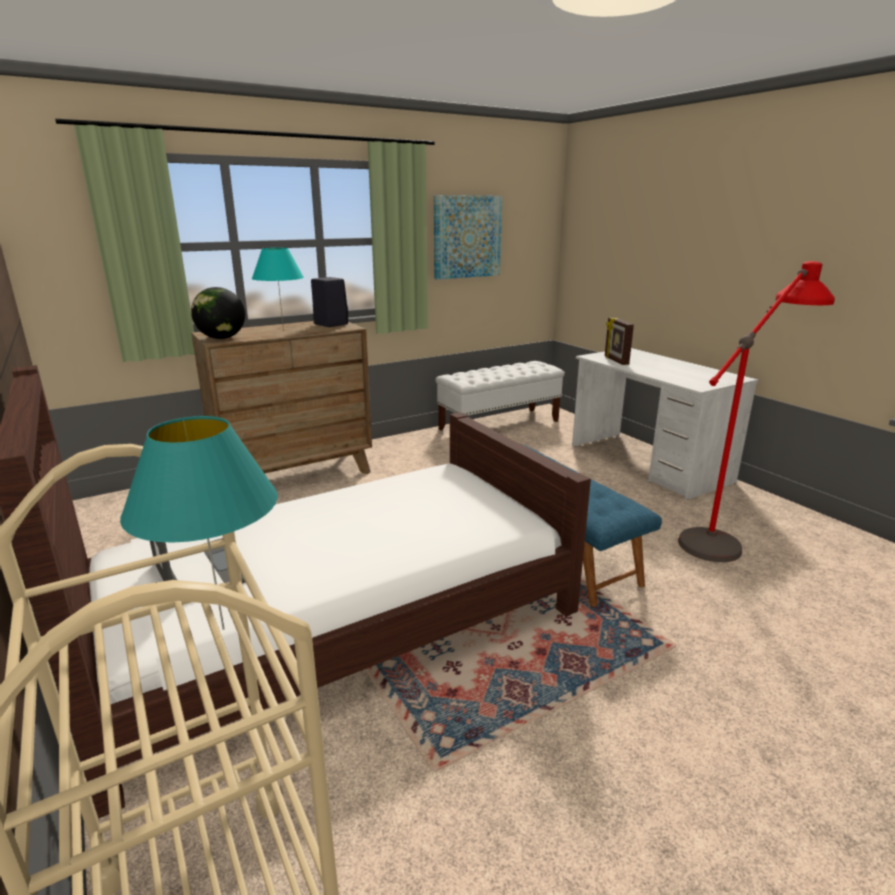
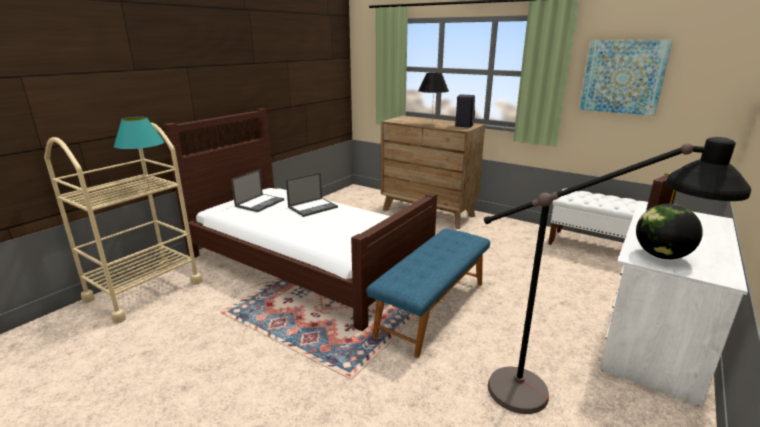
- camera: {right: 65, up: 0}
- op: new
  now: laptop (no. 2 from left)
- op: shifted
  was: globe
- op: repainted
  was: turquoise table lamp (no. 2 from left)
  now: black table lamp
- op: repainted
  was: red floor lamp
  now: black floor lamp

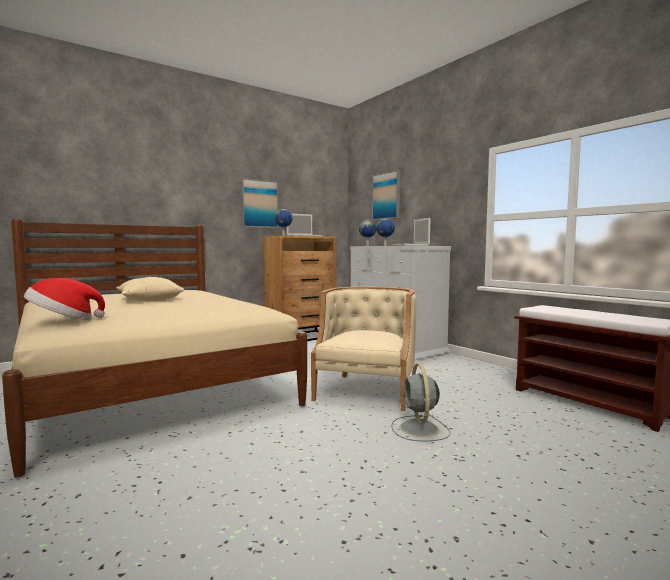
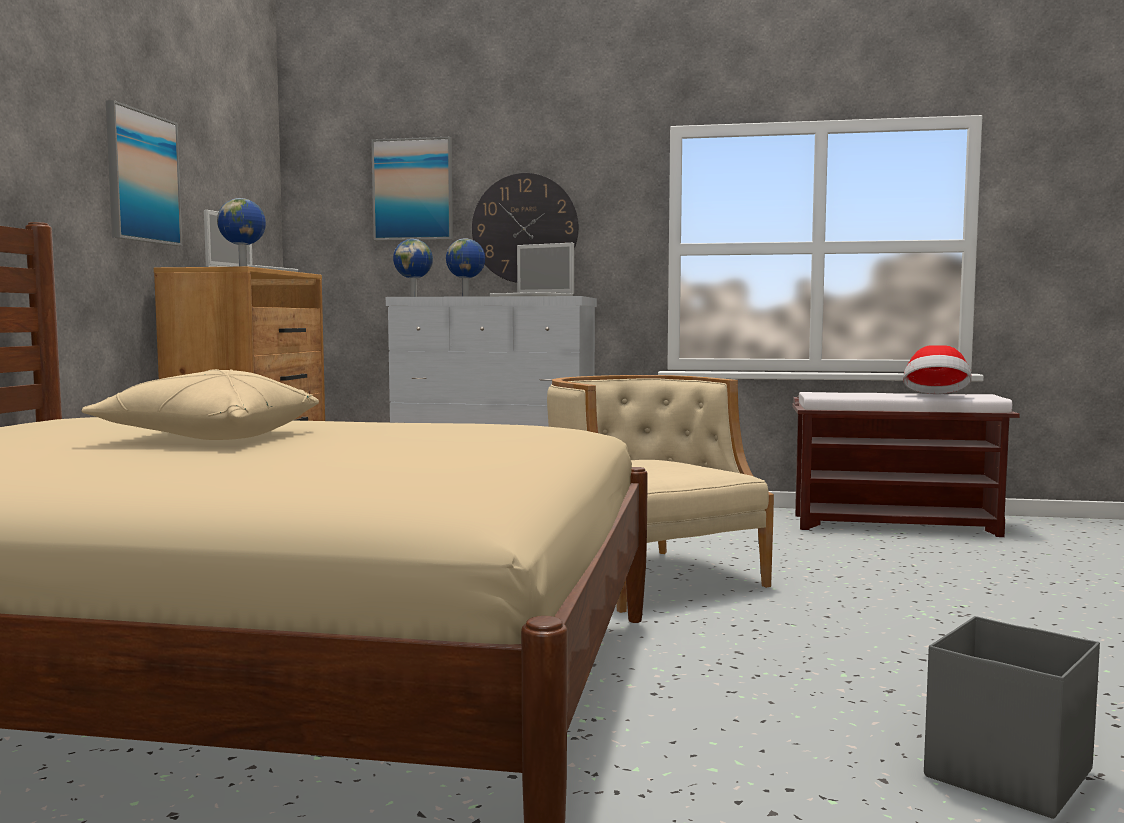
- camera: {right: -45, up: 0}
- op: gone
  was: grey fan
- op: new
  now: wall clock
- op: new
  now: grey storage box
- op: shifted
  was: hat

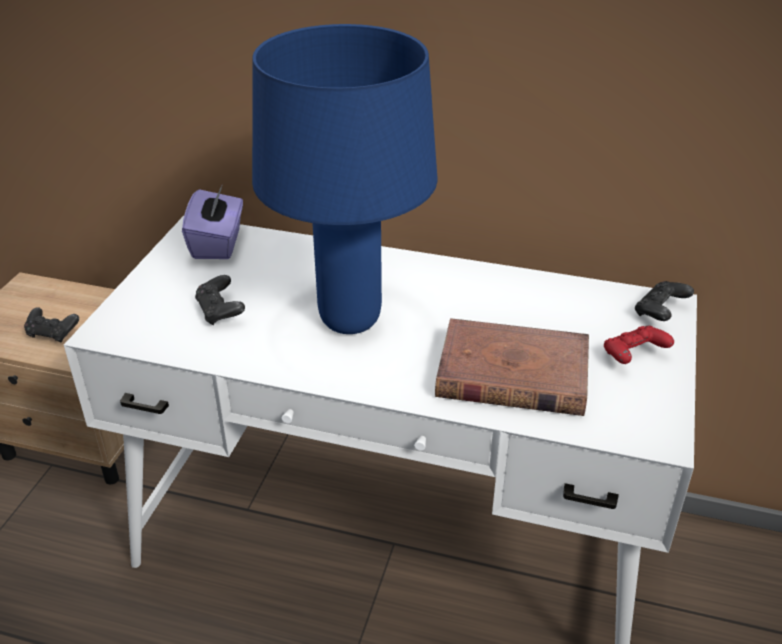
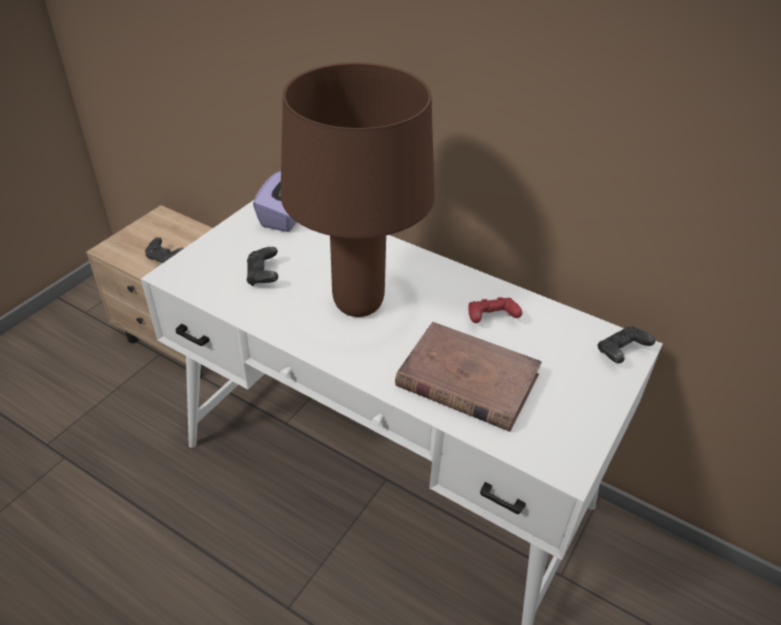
- camera: {right: 15, up: 5}
- op: shifted
  was: red game controller
- op: repainted
  was: blue table lamp
  now: brown table lamp

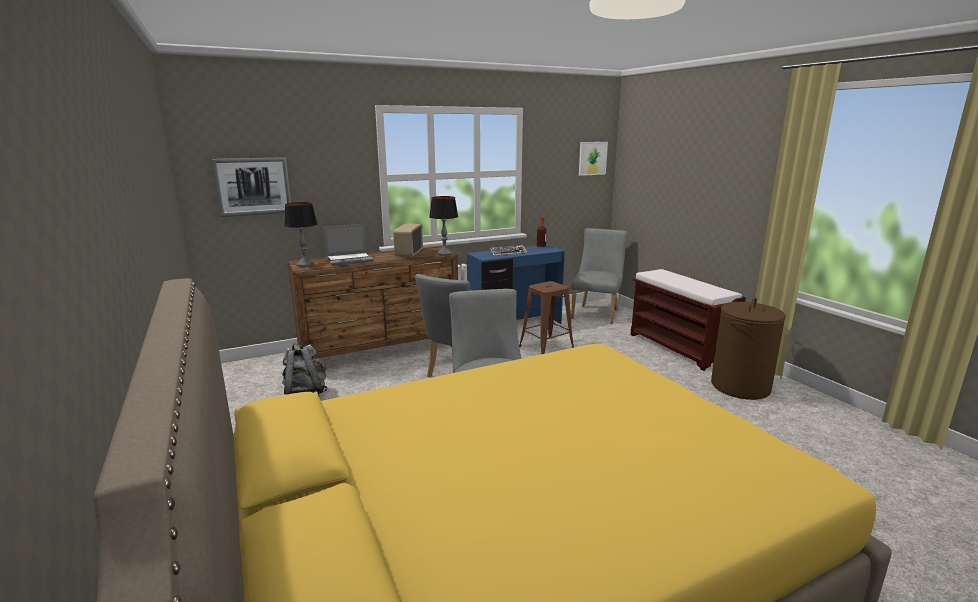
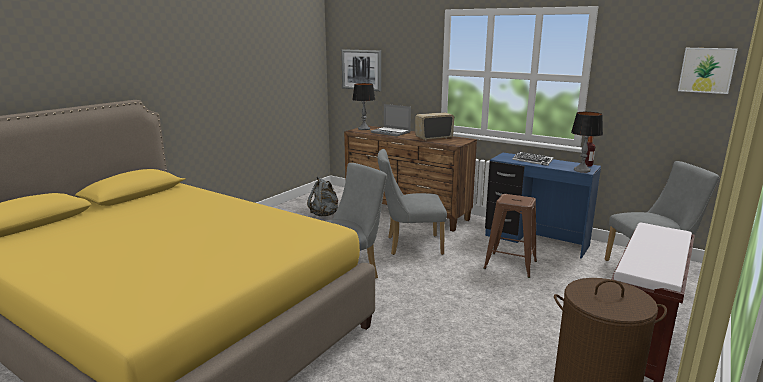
- camera: {right: 60, up: 0}
- op: shifted
  was: table lamp (no. 2 from left)

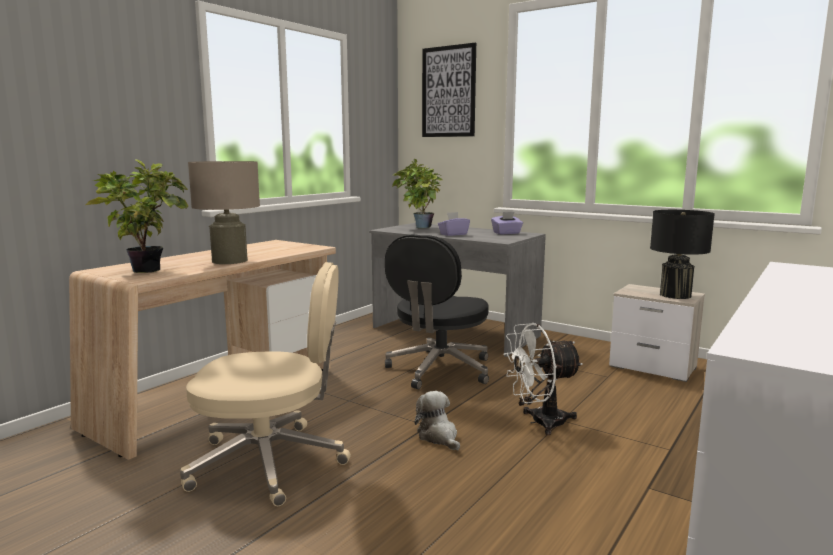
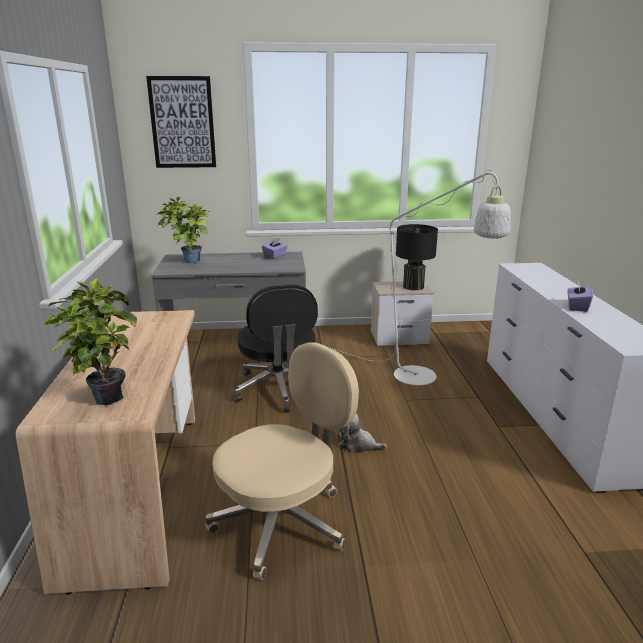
- camera: {right: -40, up: 10}
- op: gone
  was: beige table lamp
- op: gone
  was: white fan
- op: new
  now: white floor lamp
- op: shifted
  was: purple tissue box (no. 1 from left in the first image)
  now: purple tissue box (no. 2 from left)

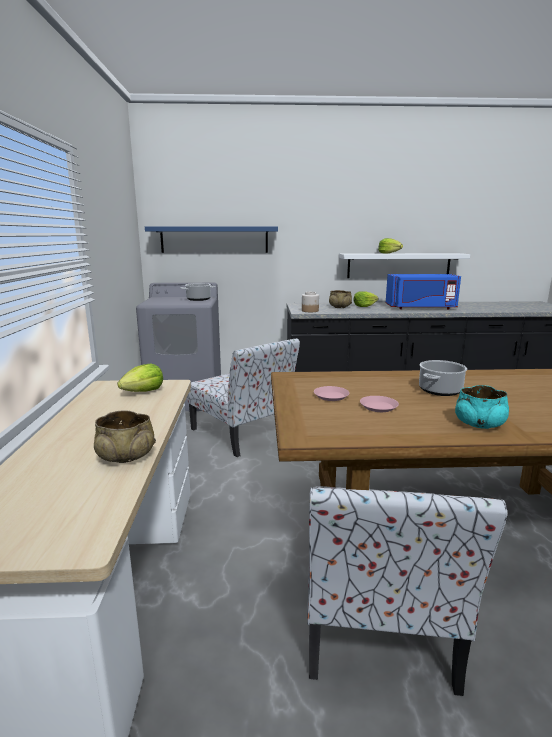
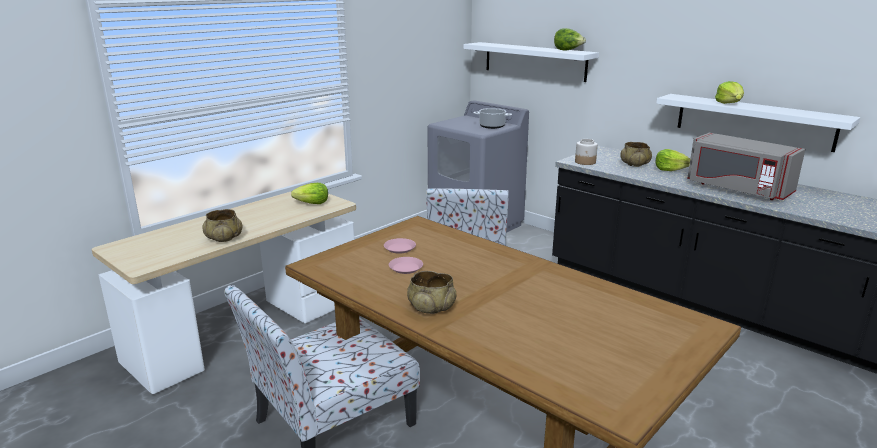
- camera: {right: 45, up: 5}
- op: gone
  was: cooking pot (no. 2 from left)
- op: new
  now: lettuce (no. 2 from left)
- op: repainted
  was: blue shelf
  now: white shelf (no. 1 from left)
- op: repainted
  was: blue microwave
  now: grey microwave
- op: repainted
  was: turquoise bowl
  now: beige bowl (no. 2 from left)

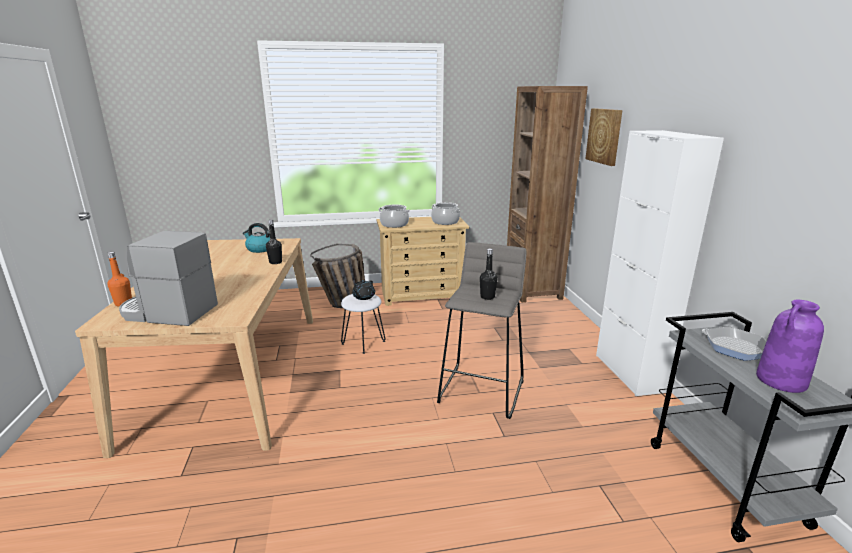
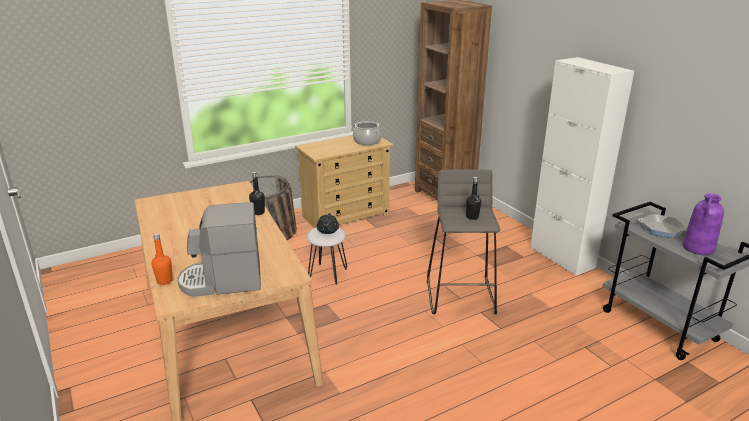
- camera: {right: -20, up: 5}
- op: gone
  was: kettle
- op: gone
  was: cooking pot (no. 1 from left)
- op: gone
  was: picture

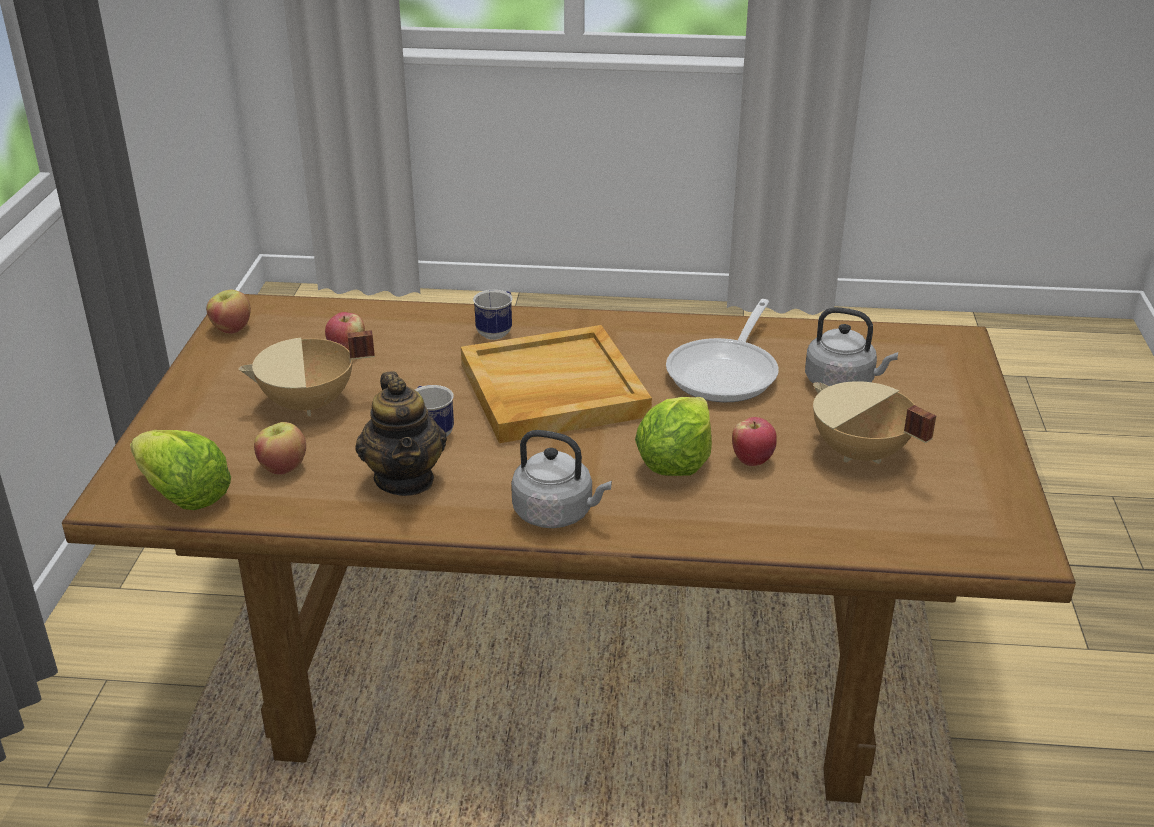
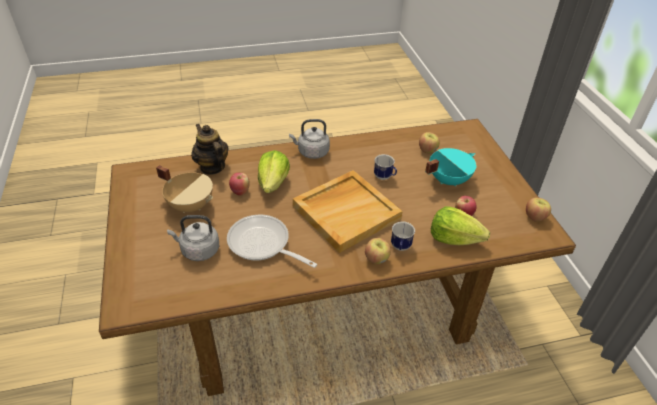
- camera: {right: 160, up: 10}
- op: new
  now: apple (no. 2 from left)
- op: shifted
  was: lettuce (no. 1 from left in the first image)
  now: lettuce (no. 2 from left)
- op: shifted
  was: teapot
- op: repainted
  was: beige cooking pot (no. 1 from left)
  now: turquoise cooking pot
- op: rotated
  was: frying pan
  clockwise: -60

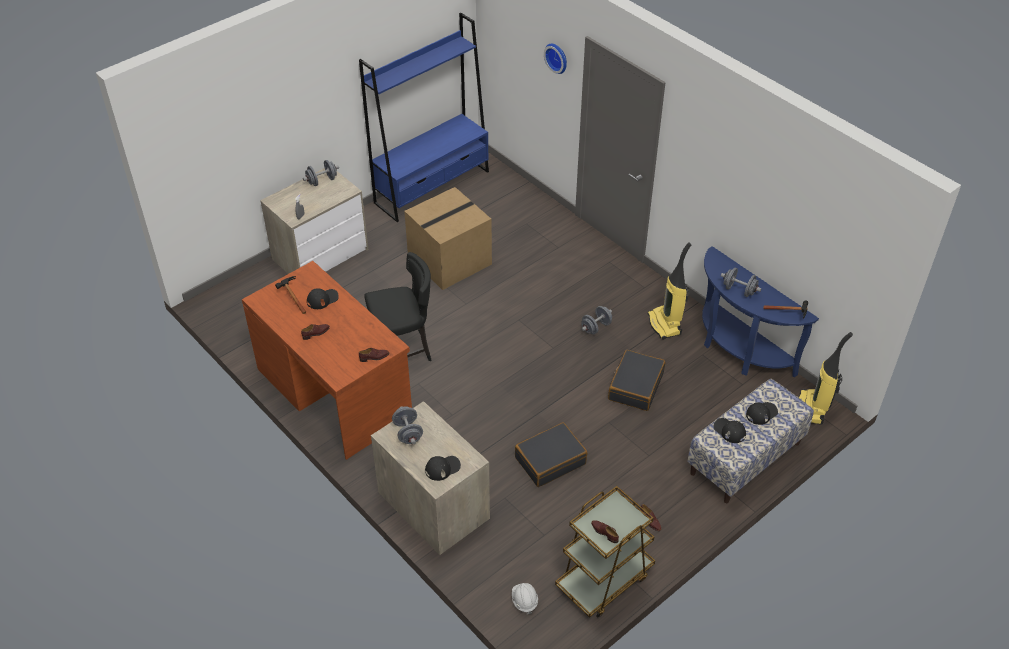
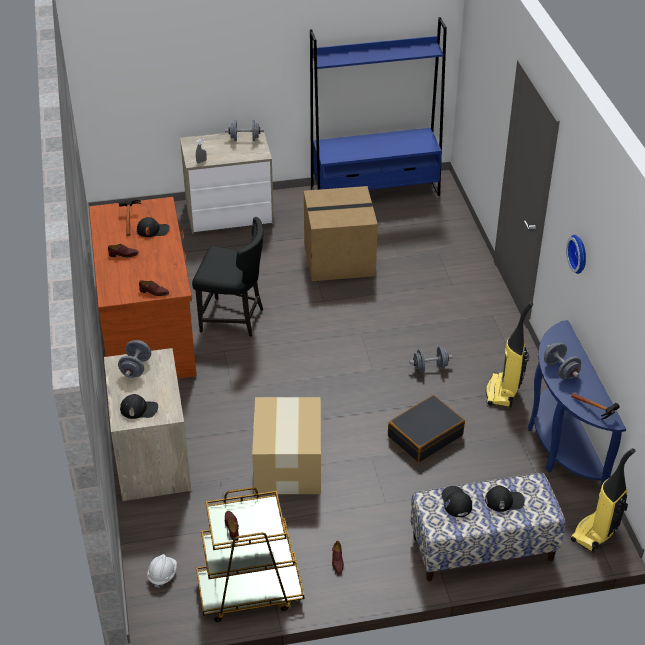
- camera: {right: 30, up: -5}
- op: shifted
  was: wall clock
- op: swapped
  was: black suitcase (no. 1 from left)
  now: cardboard box (no. 1 from left)

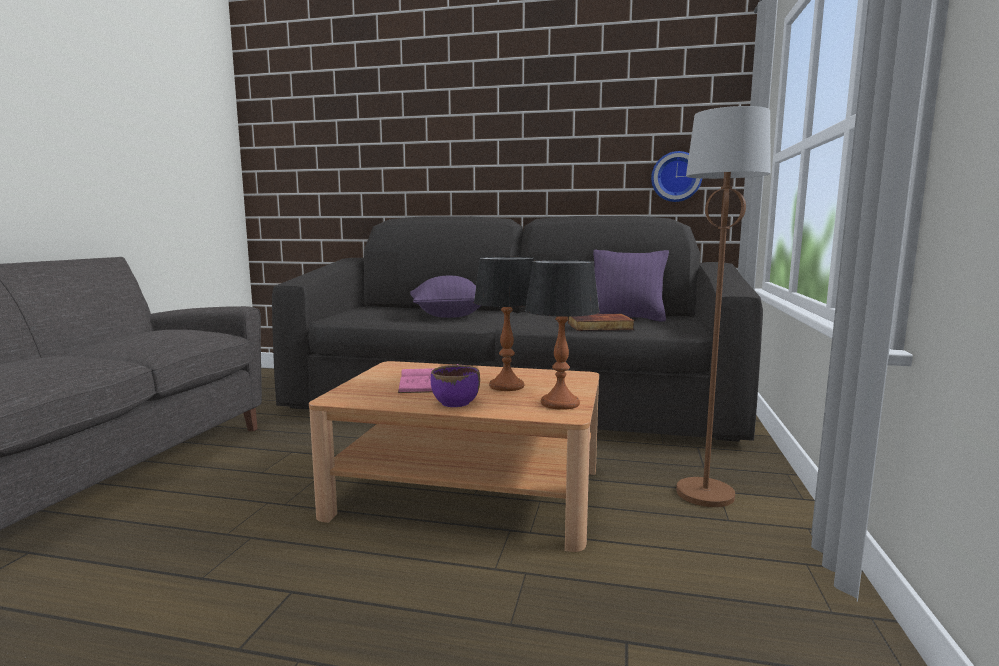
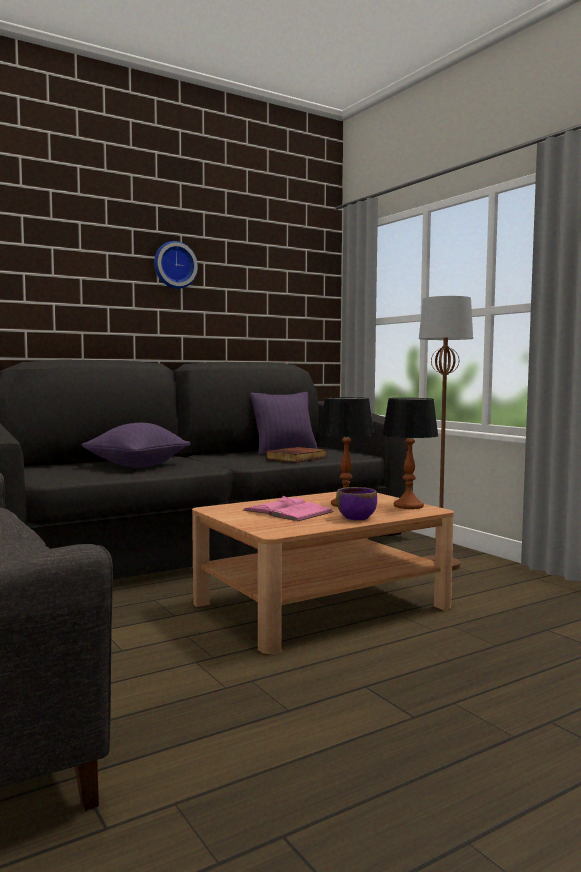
- camera: {right: -45, up: -5}
- op: shifted
  was: wall clock

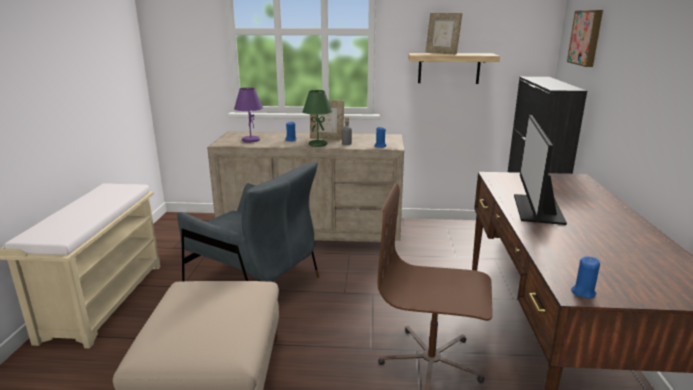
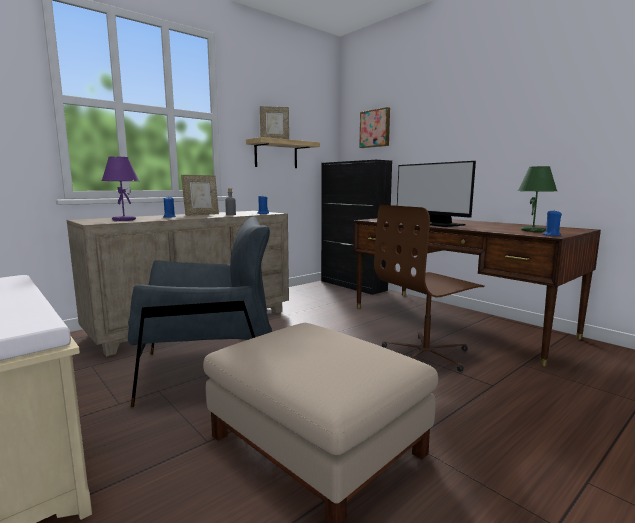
- camera: {right: -45, up: -10}
- op: shifted
  was: green table lamp

